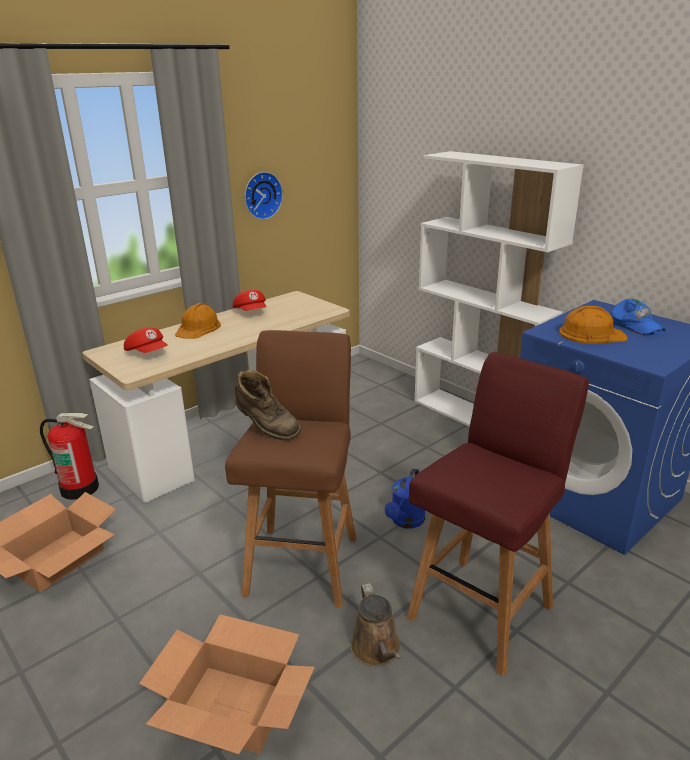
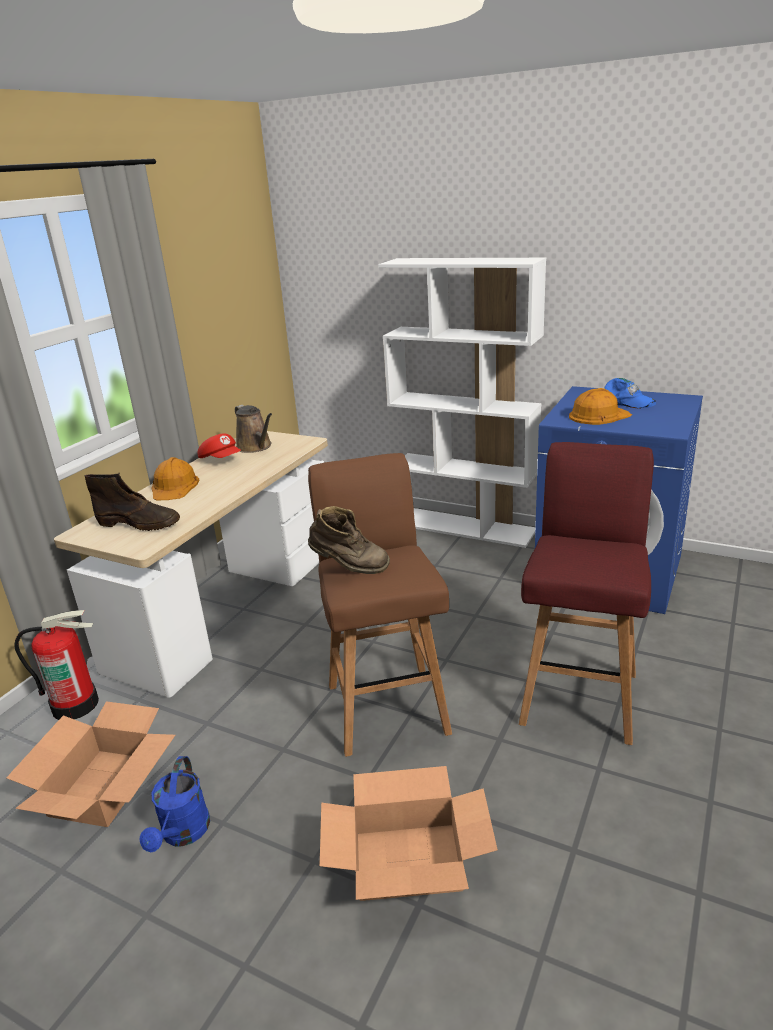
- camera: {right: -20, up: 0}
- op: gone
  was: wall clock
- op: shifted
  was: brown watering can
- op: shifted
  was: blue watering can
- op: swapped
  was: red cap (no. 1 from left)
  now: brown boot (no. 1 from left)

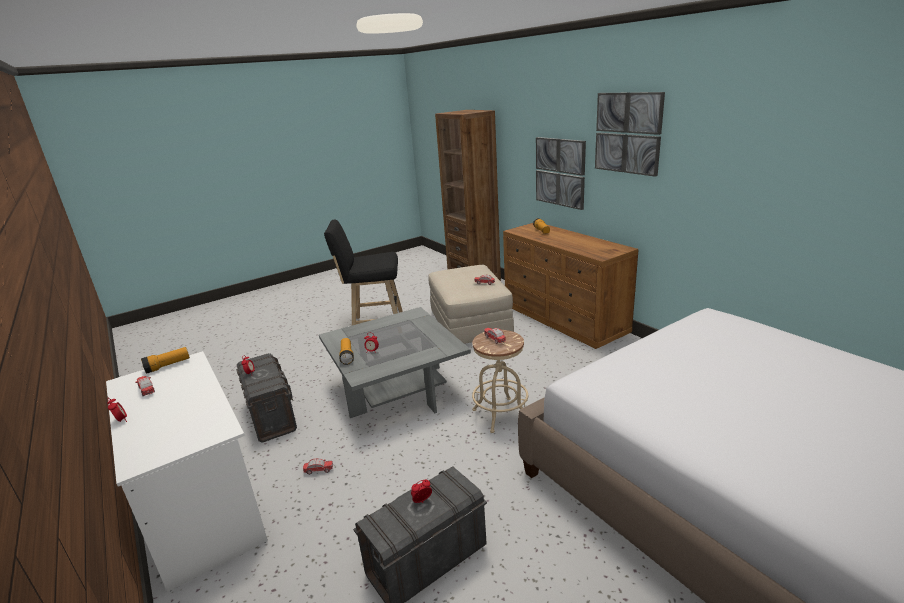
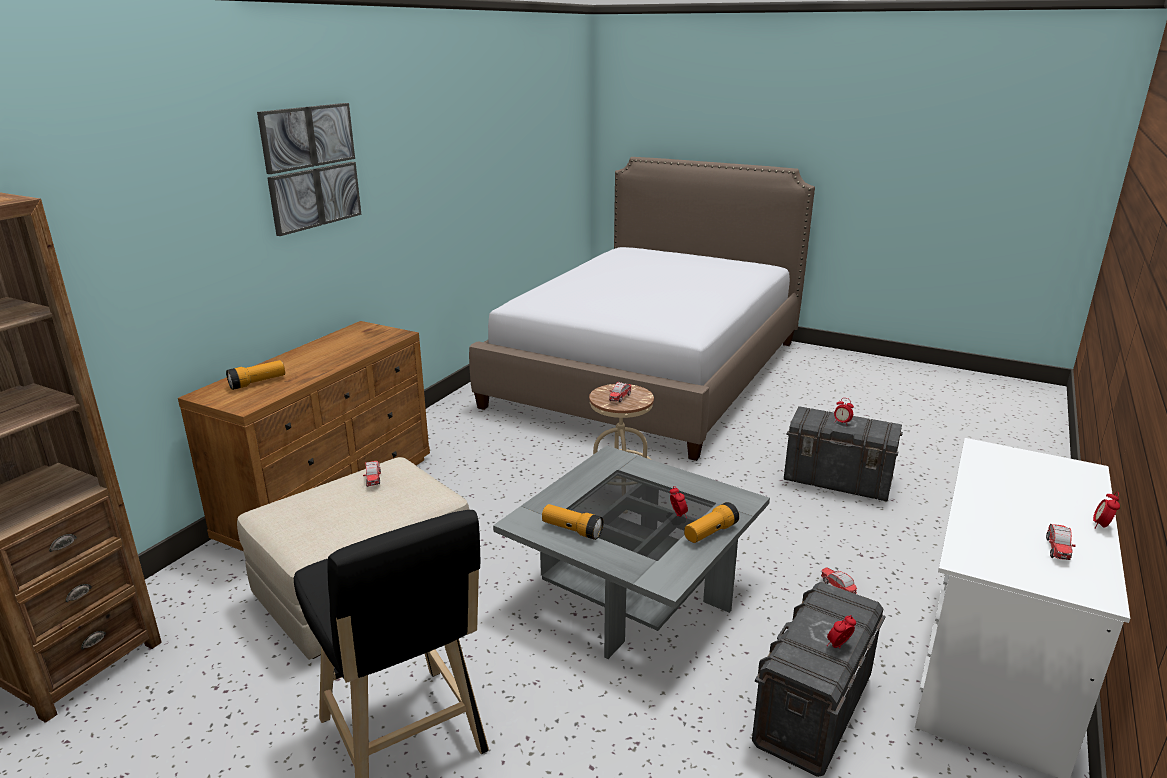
- camera: {right: -120, up: 0}
- op: gone
  was: picture (no. 1 from left)
- op: shifted
  was: flashlight (no. 1 from left in the first image)
  now: flashlight (no. 2 from left)

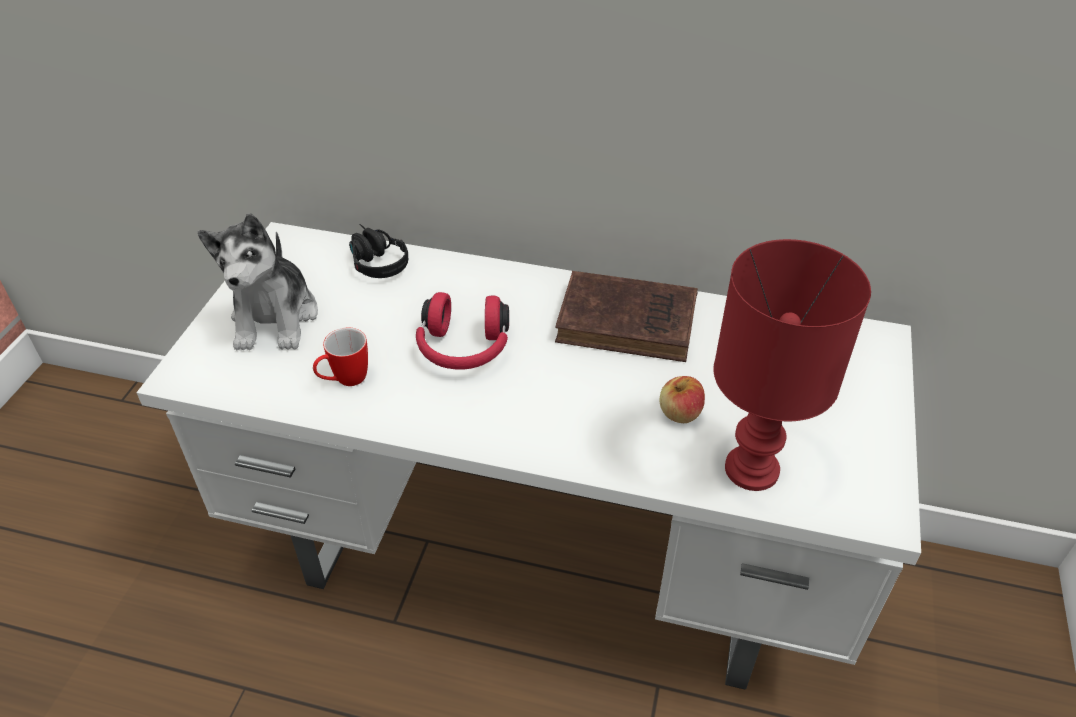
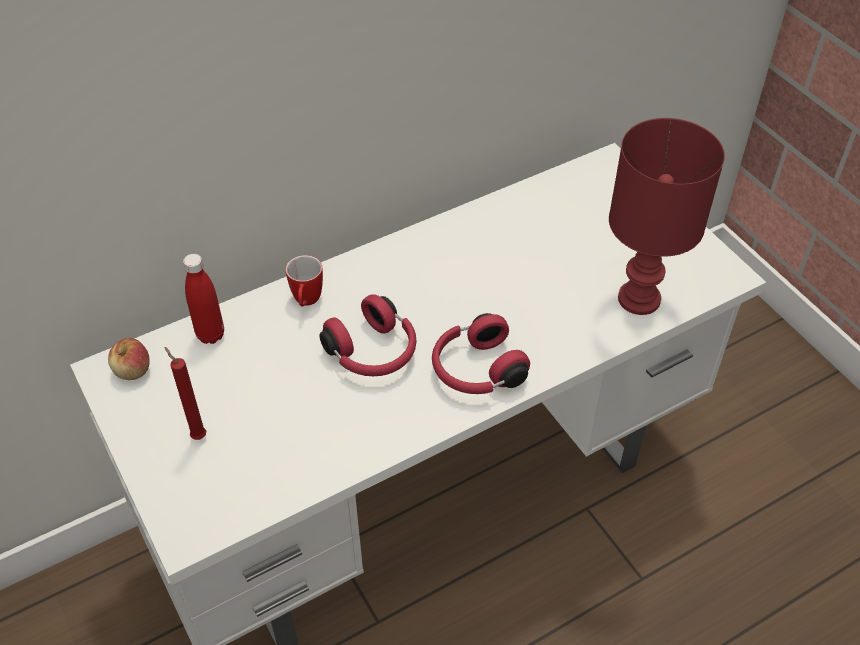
- camera: {right: -45, up: 5}
- op: gone
  was: brown book
- op: new
  now: red headphones (no. 2 from left)
- op: shifted
  was: mug
- op: shifted
  was: apple
- op: swapped
  was: plush toy
  now: red candle
- op: swapped
  was: black headphones
  now: red bottle

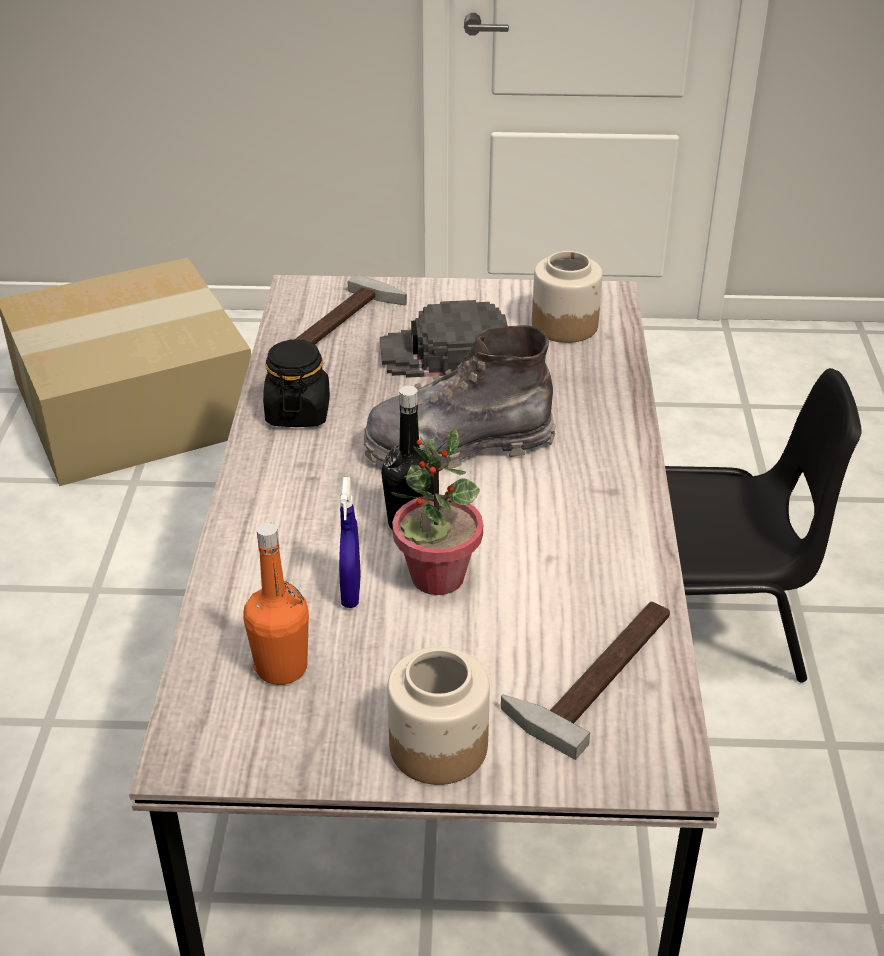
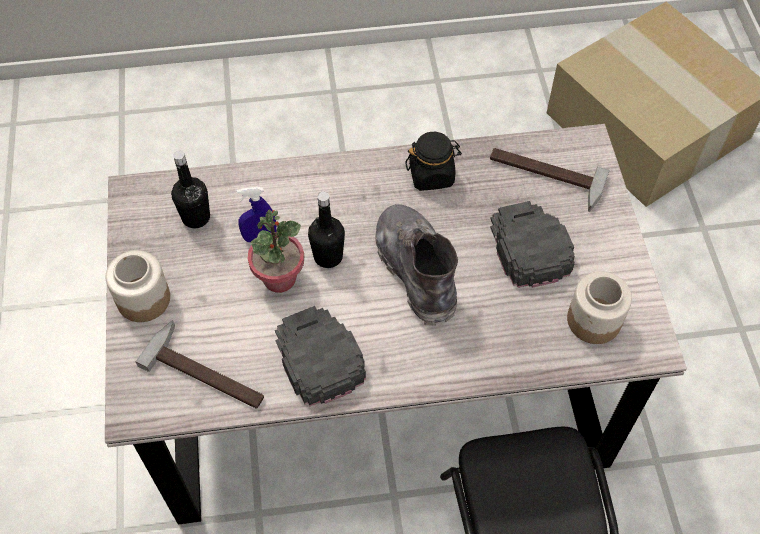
- camera: {right: 80, up: 20}
- op: new
  now: black cap (no. 1 from left)
- op: repainted
  was: orange bottle
  now: black bottle (no. 1 from left)

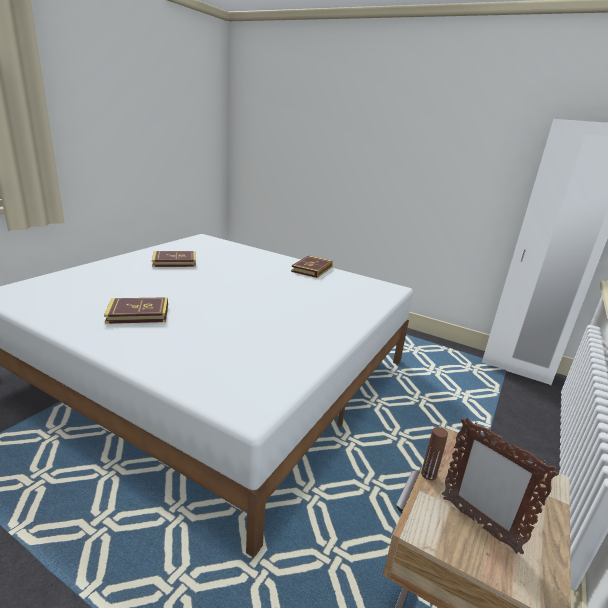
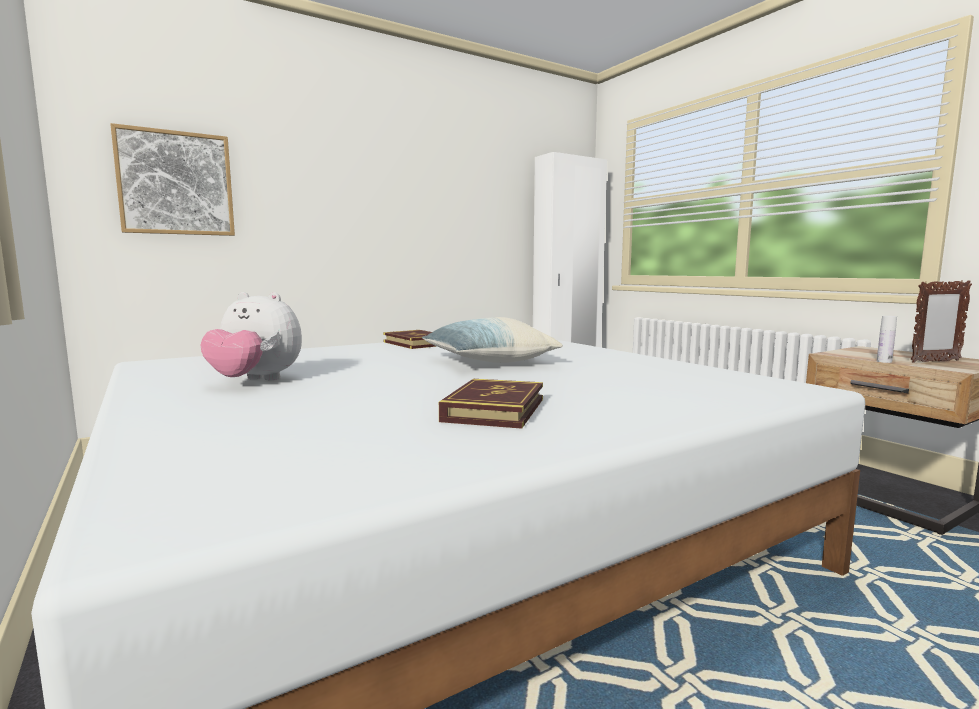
- camera: {right: -60, up: -15}
- op: new
  now: picture
- op: new
  now: pillow
- op: swapped
  was: book (no. 2 from left)
  now: plush toy
- op: repainted
  was: brown bottle
  now: white bottle

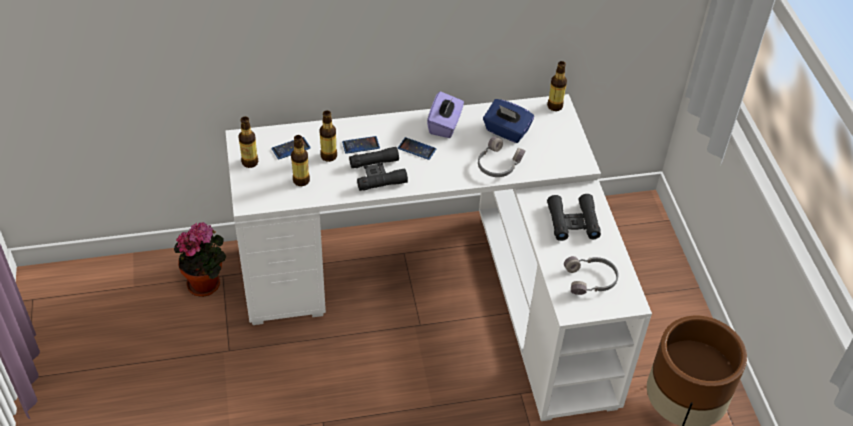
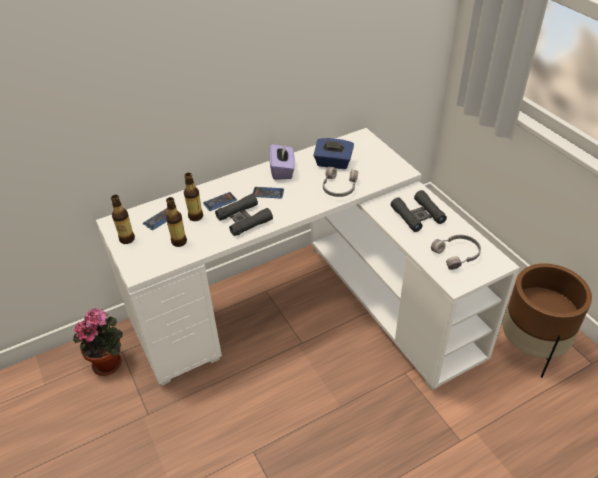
- camera: {right: -15, up: -5}
- op: gone
  was: bottle (no. 4 from left)

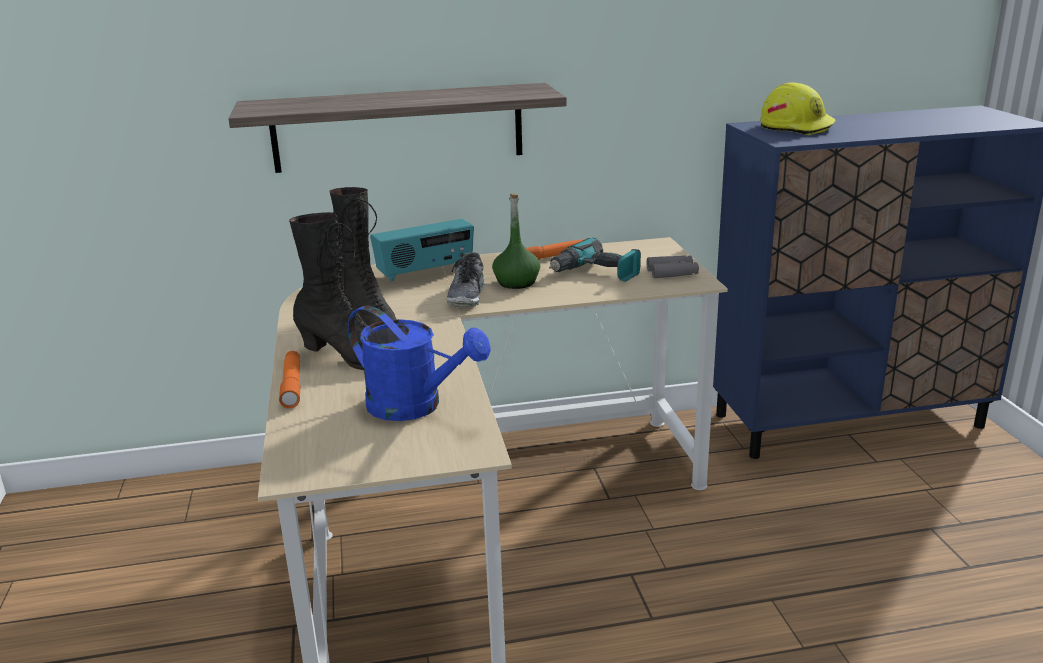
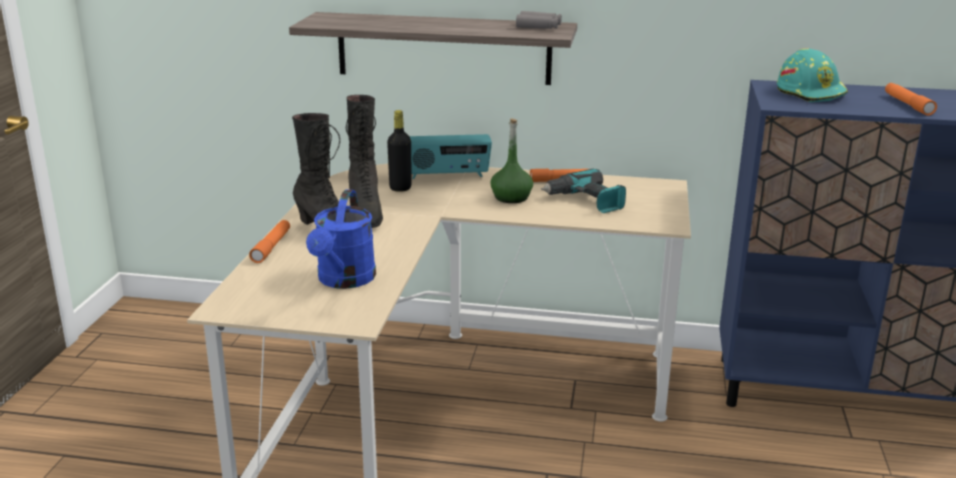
- camera: {right: 20, up: 0}
- op: gone
  was: shoe
- op: new
  now: black bottle
- op: new
  now: orange flashlight (no. 3 from left)
- op: shifted
  was: grey binoculars
- op: repainted
  was: yellow hard hat
  now: turquoise hard hat
- op: rotated
  was: blue watering can
  clockwise: 45

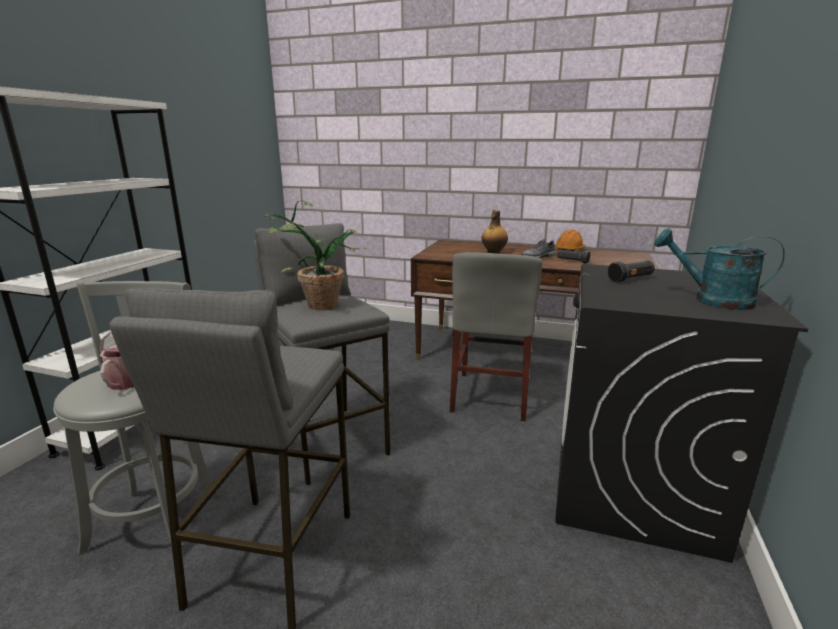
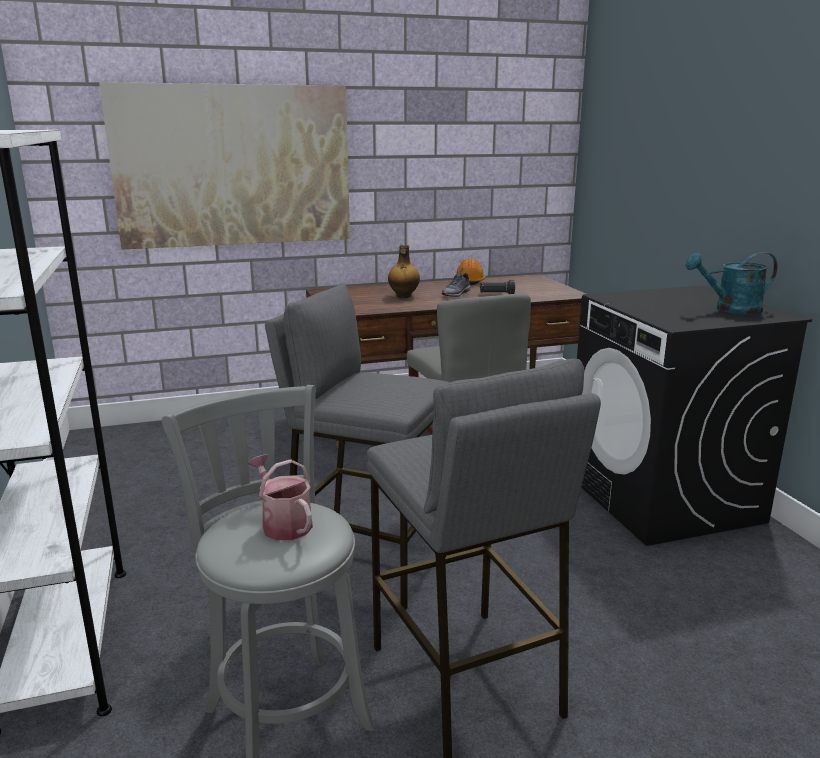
- camera: {right: -35, up: 0}
- op: gone
  was: potted plant
- op: gone
  was: black flashlight (no. 2 from left)
- op: new
  now: picture

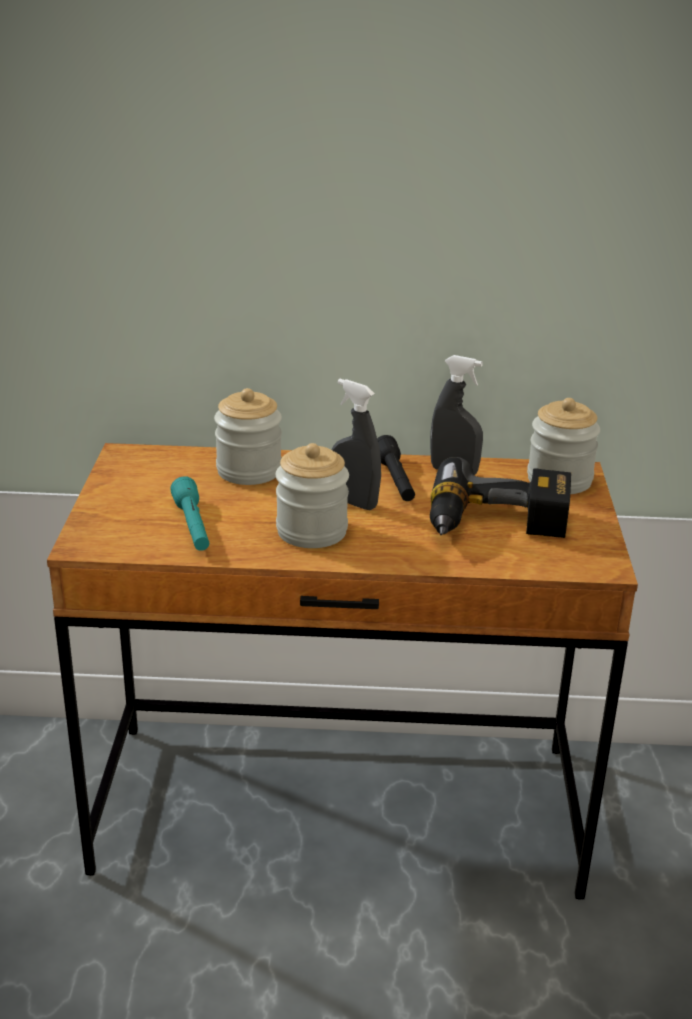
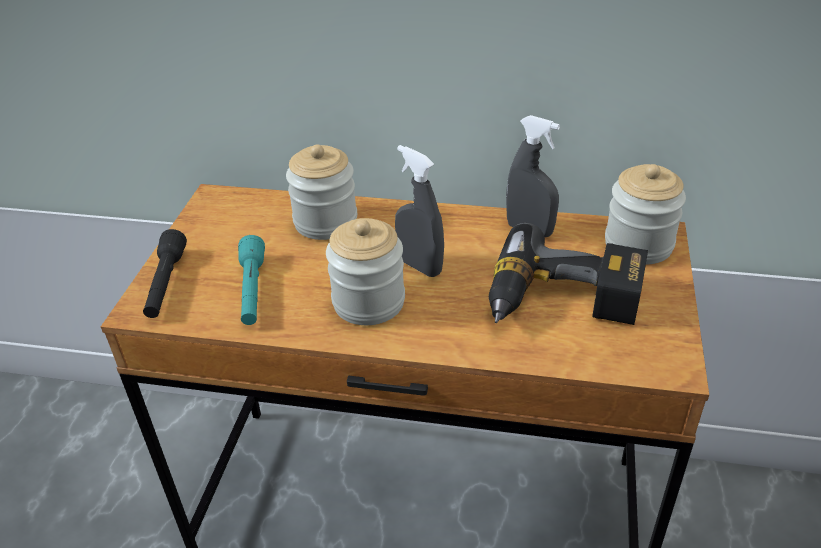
- camera: {right: 10, up: 10}
- op: shifted
  was: black flashlight

